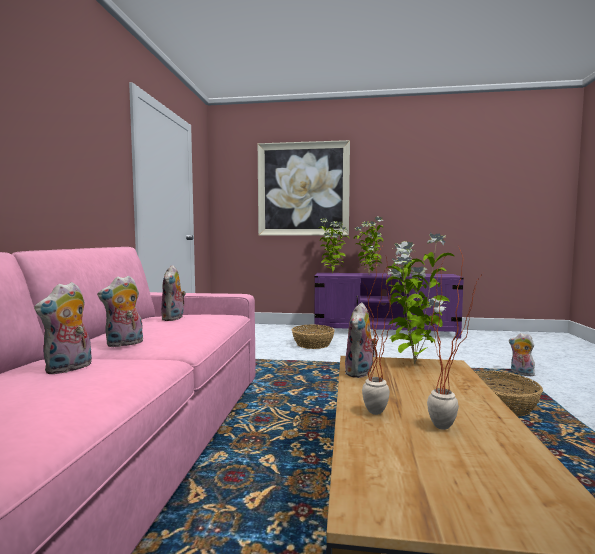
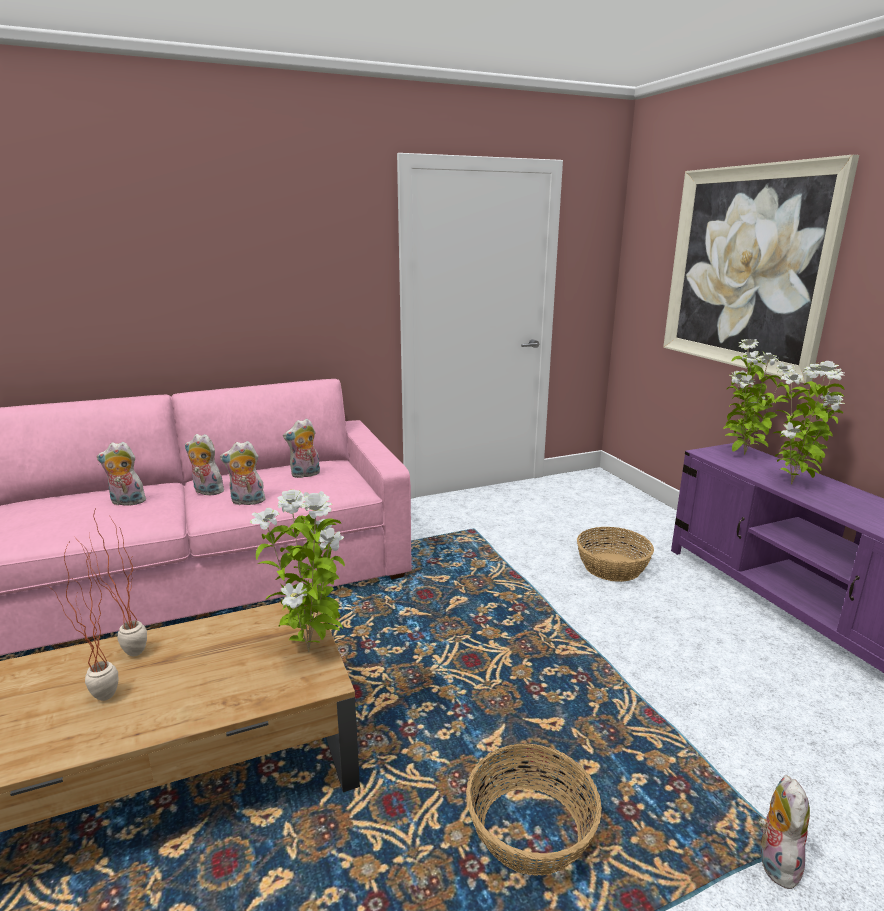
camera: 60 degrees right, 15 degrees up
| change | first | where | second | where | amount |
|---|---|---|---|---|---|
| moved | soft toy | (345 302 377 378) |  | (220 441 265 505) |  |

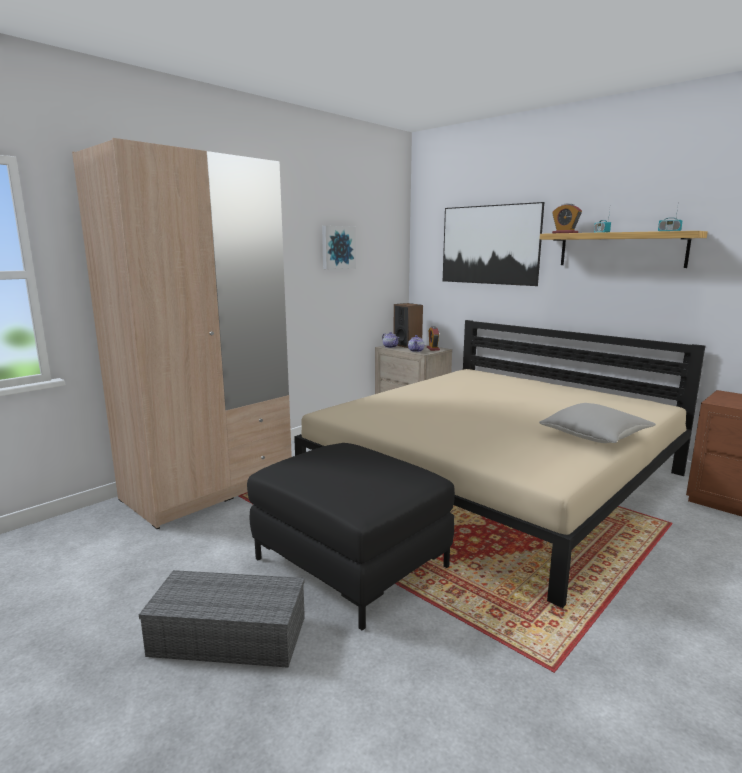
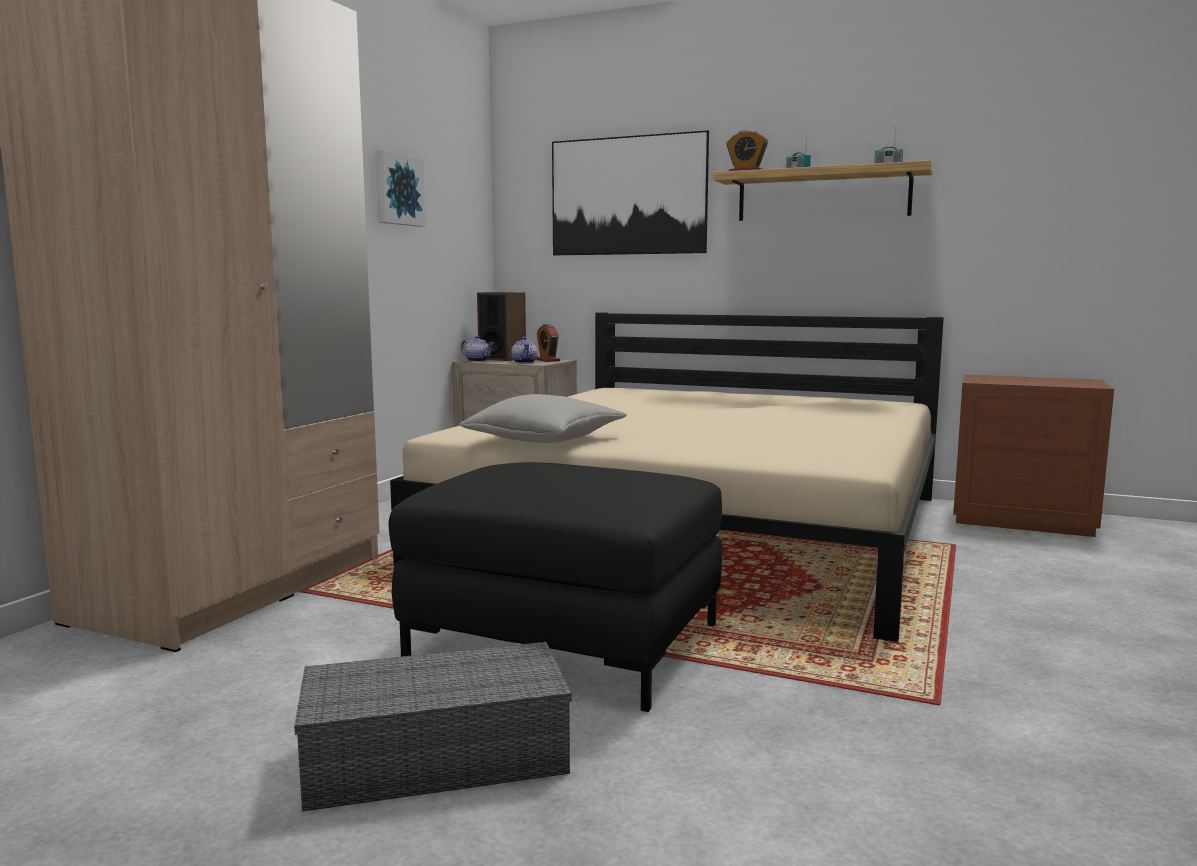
camera: 20 degrees left, 5 degrees down
| change | first | where | second | where | amount |
|---|---|---|---|---|---|
| moved | pillow (greyish) | (539 403 656 443) |  | (460 394 627 443) |  |

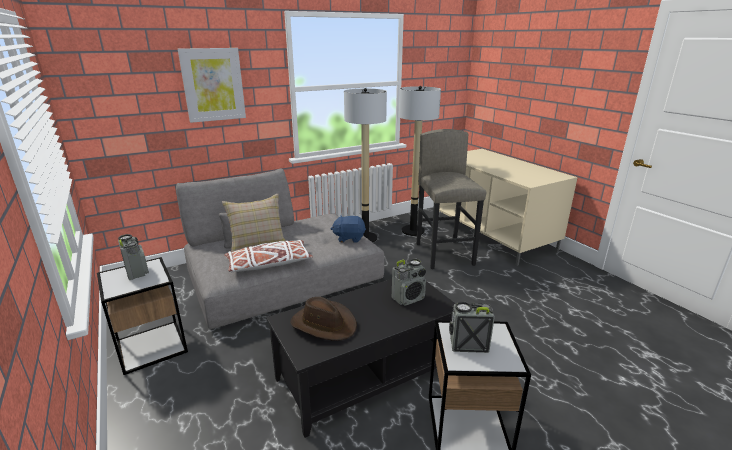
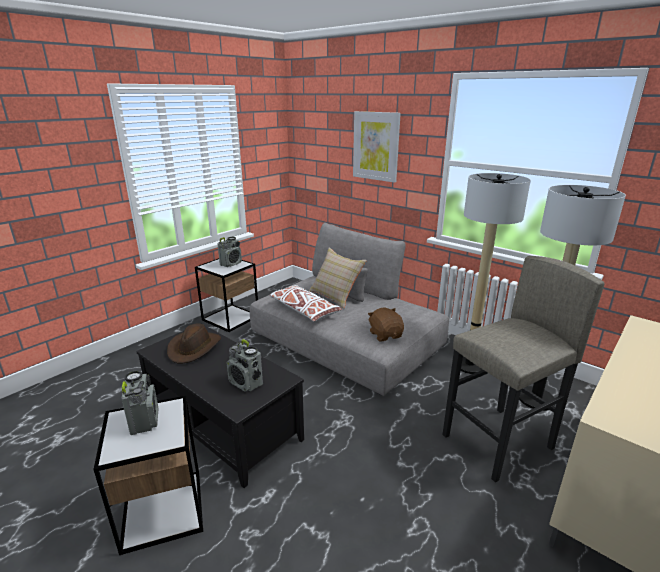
camera: 70 degrees right, 0 degrees up
| change | first | where | second | where | amount |
|---|---|---|---|---|---|
| recoloured | soft toy (bluish) | (331 215 366 243) | soft toy (brownish) | (368 308 404 342) |  |

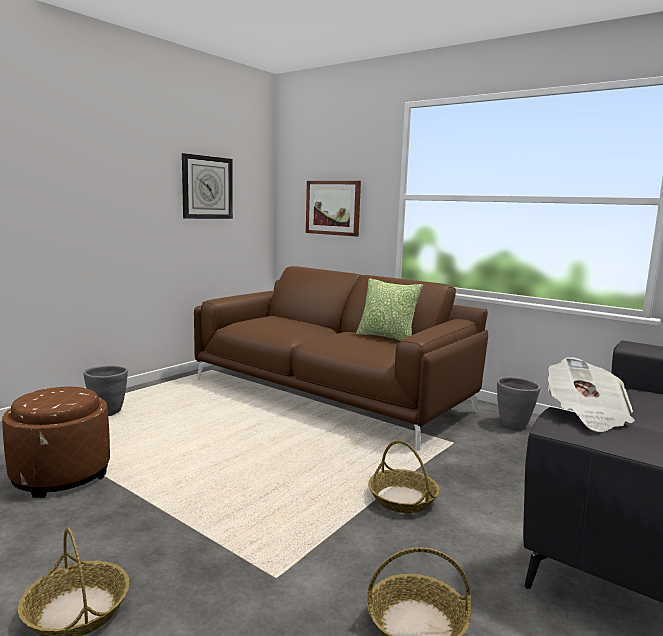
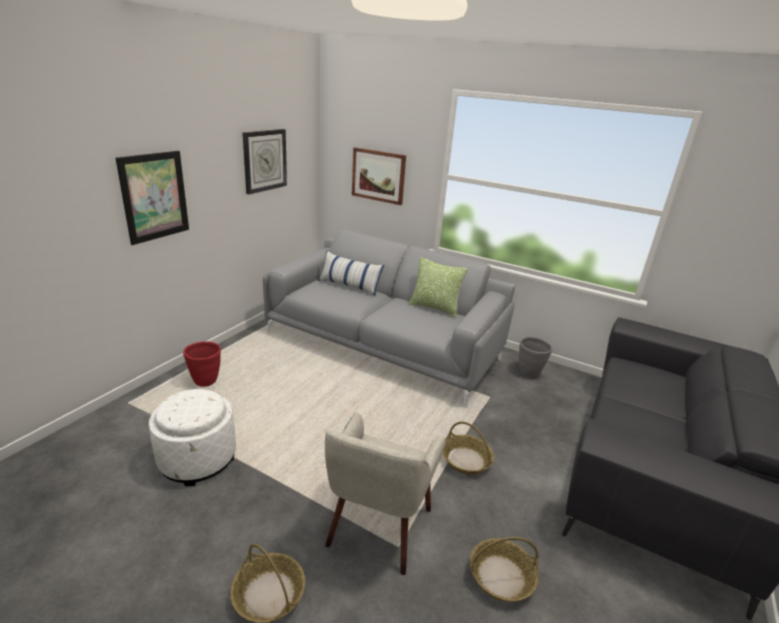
camera: 10 degrees left, 15 degrees up
| change | first | where | second | where | amount |
|---|---|---|---|---|---|
| added |  |  | wall art | (116 151 189 245) |  |
| recoloured | pouffe (brownish) | (2 387 110 498) | pouffe (white-coloured) | (149 389 236 486) |  |
| recoloured | planter (greyish) | (84 366 128 416) | planter (reddish) | (183 341 221 387) |  |
| recoloured | settee (brownish) | (194 266 488 450) | settee (greyish) | (263 229 515 408) |  |
| added |  |  | pillow | (318 251 384 296) |  |
| added |  |  | armchair (beige) | (325 412 445 575) |  |
| removed | daily paper | (548 357 635 432) |  |  |  |

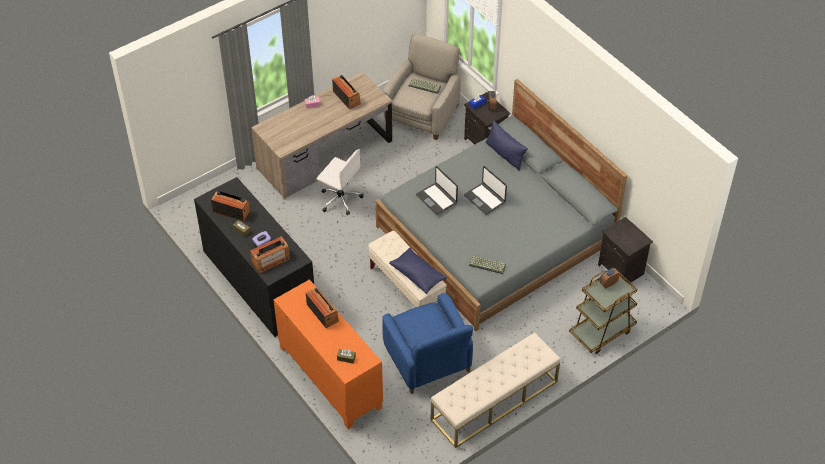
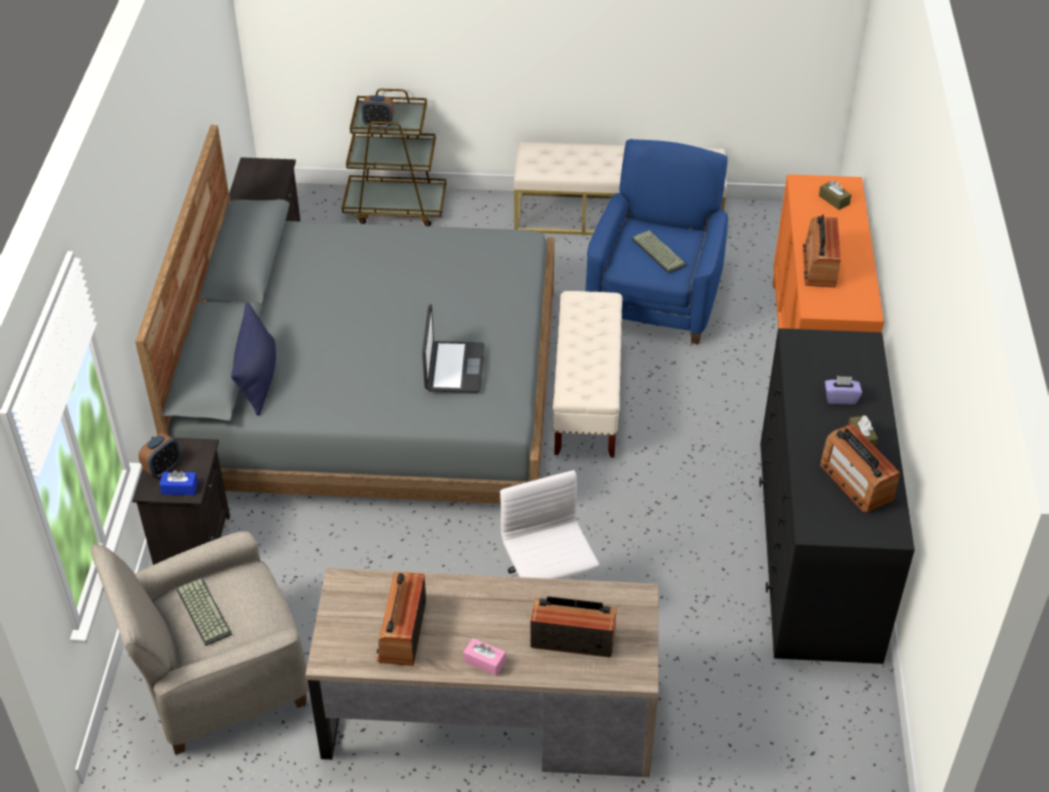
camera: 140 degrees left, 5 degrees down
| change | first | where | second | where | amount |
|---|---|---|---|---|---|
| moved | radio set | (250 236 290 273) |  | (530 596 617 657) |  |
| moved | PC keyboard | (469 256 506 274) |  | (631 230 687 274) |  |
| removed | pillow (bluish) | (389 248 447 294) |  |  |  |
| removed | portable computer | (464 166 507 215) |  |  |  |

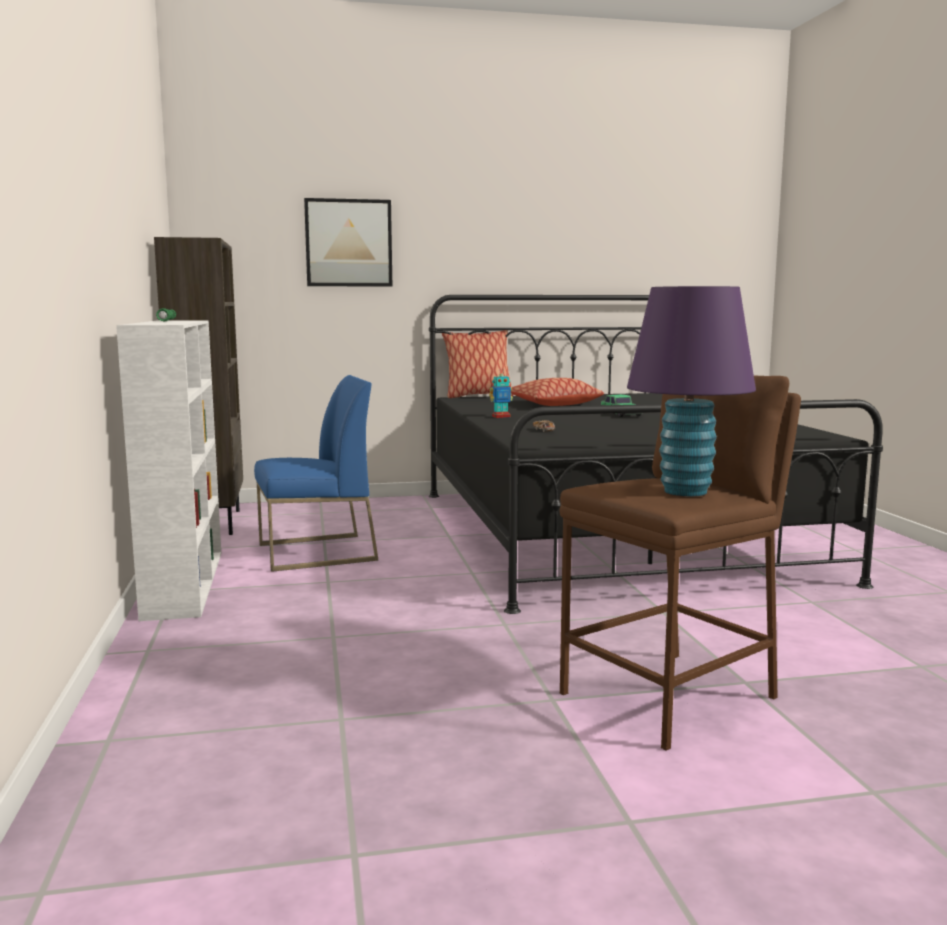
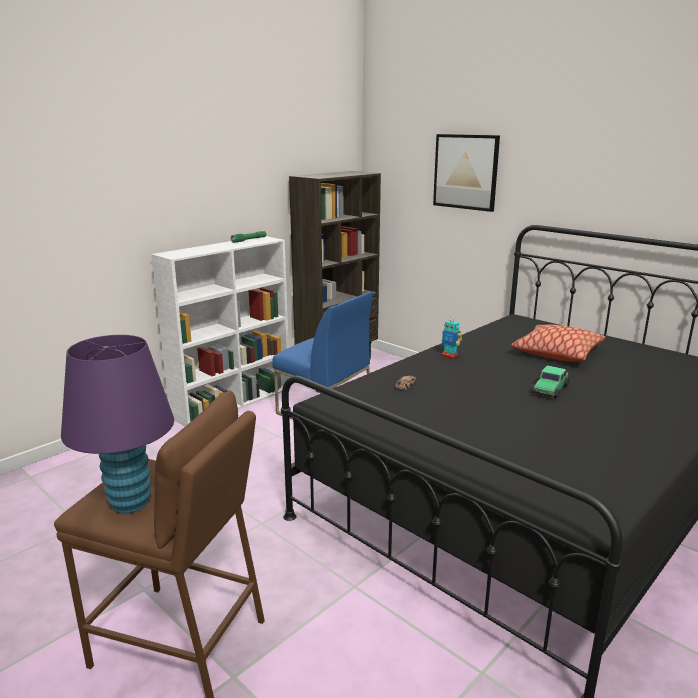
camera: 55 degrees right, 10 degrees up
| change | first | where | second | where | amount |
|---|---|---|---|---|---|
| removed | pillow | (442 330 514 398) |  |  |  |

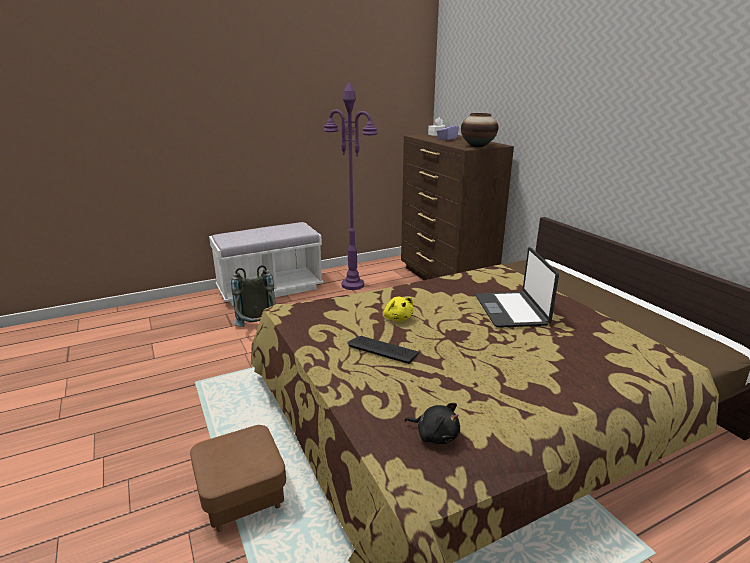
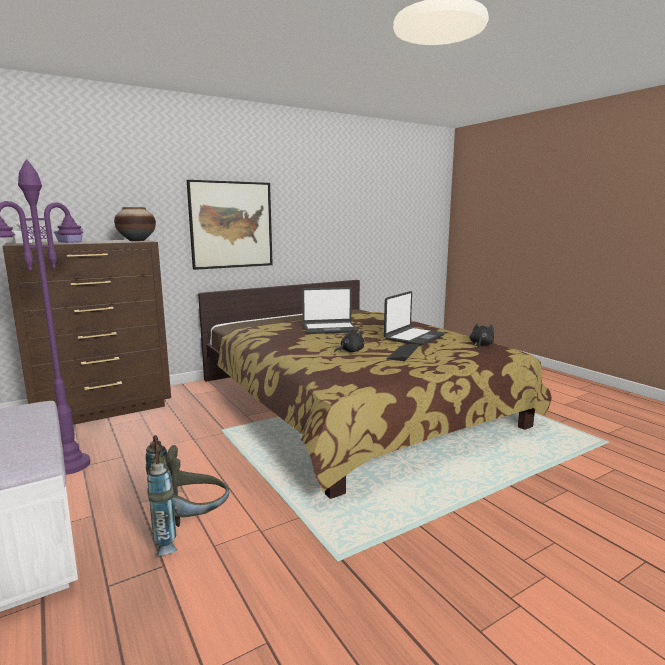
camera: 95 degrees left, 10 degrees down
| change | first | where | second | where | amount |
|---|---|---|---|---|---|
| added |  |  | wall art | (187 180 273 270) |  |
| recoloured | soft toy (yellow) | (383 297 414 321) | soft toy (black-coloured) | (334 329 364 353) |  |
| added |  |  | portable computer | (384 291 445 346) |  |
| removed | pouffe (brownish) | (190 425 286 532) |  |  |  |

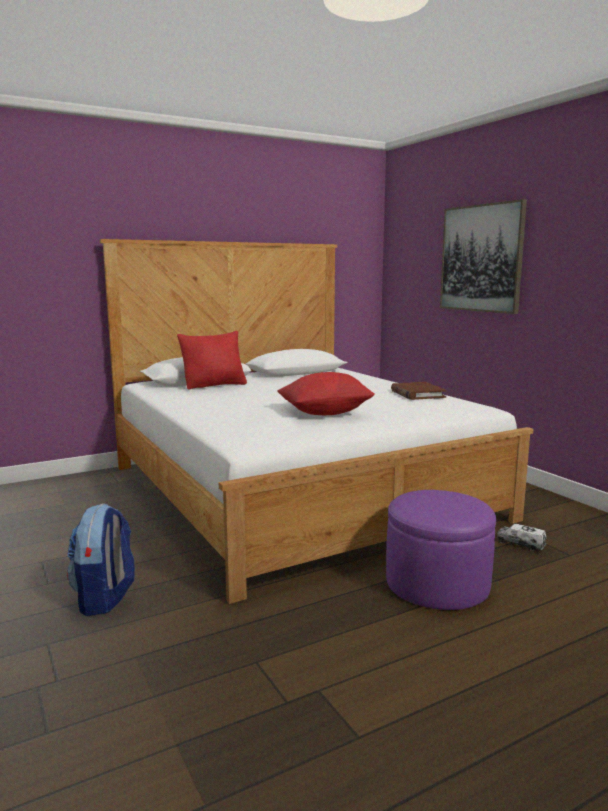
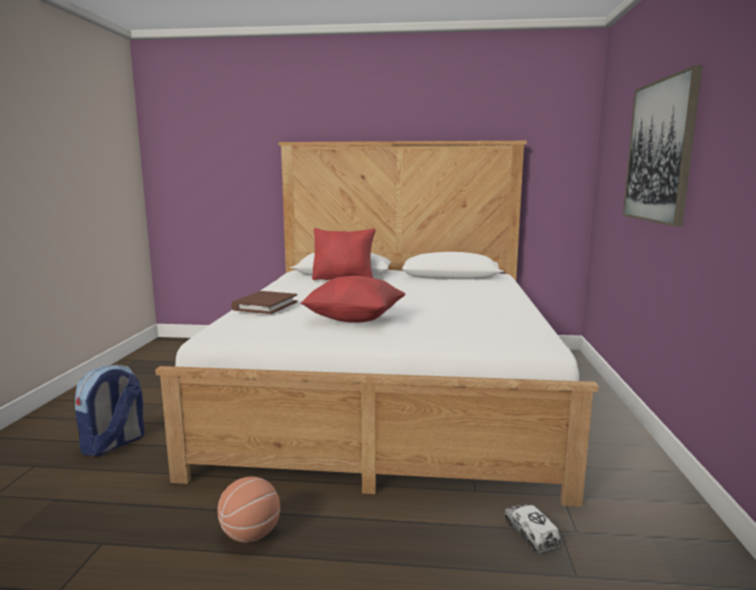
camera: 35 degrees right, 0 degrees up
| change | first | where | second | where | amount |
|---|---|---|---|---|---|
| added |  |  | ball for basketball | (217 477 280 543) |  |
| moved | book (brownish) | (391 382 447 400) |  | (231 291 298 314) |  |
| removed | pouffe (purplish) | (386 490 496 610) |  |  |  |

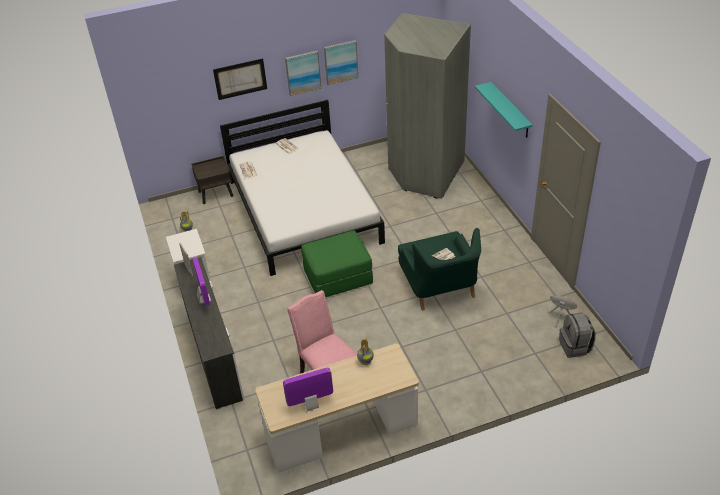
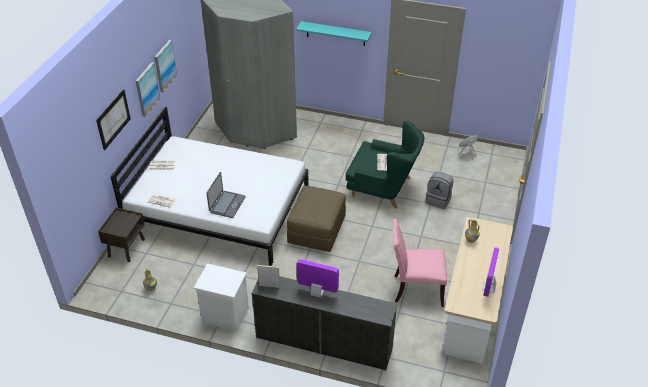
camera: 55 degrees left, 0 degrees up
| change | first | where | second | where | amount |
|---|---|---|---|---|---|
| added |  |  | portable computer | (206 172 246 218) |  |
| recoloured | pouffe (green-coloured) | (301 230 373 297) | pouffe (brownish) | (287 186 346 252) |  |
| moved | backpack (greyish) | (559 312 596 358) |  | (426 172 453 209) |  |

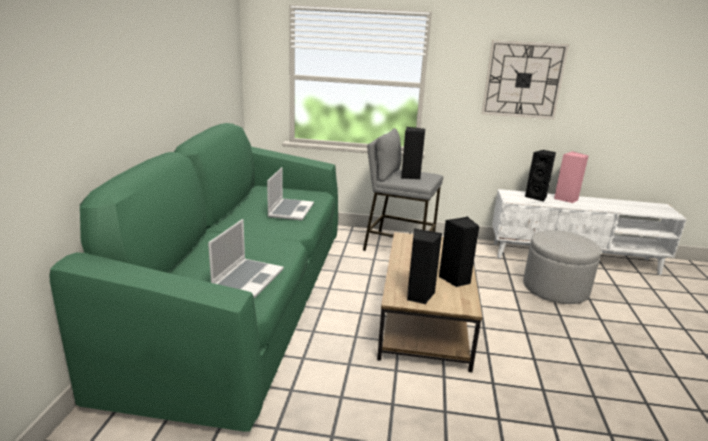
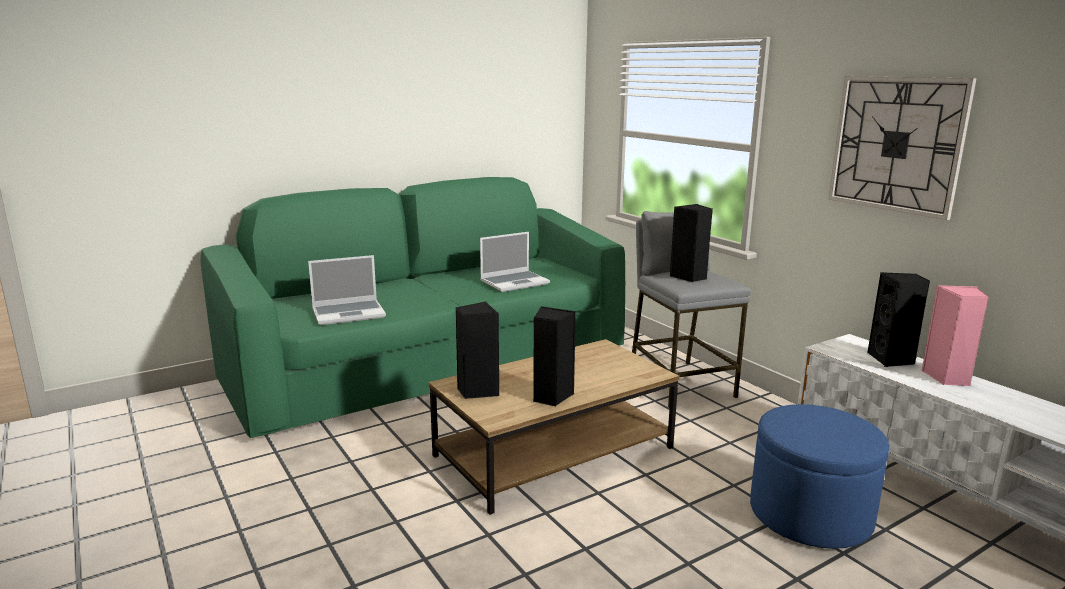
camera: 50 degrees right, 5 degrees down
| change | first | where | second | where | amount |
|---|---|---|---|---|---|
| recoloured | pouffe (greyish) | (523 230 601 304) | pouffe (bluish) | (750 404 889 549) |  |

